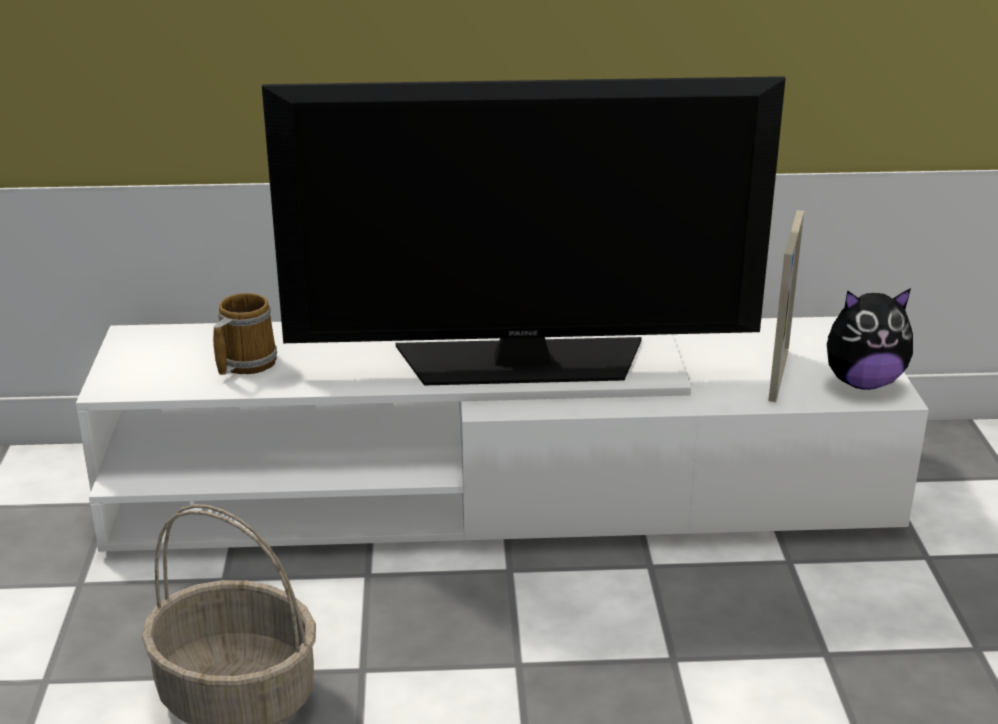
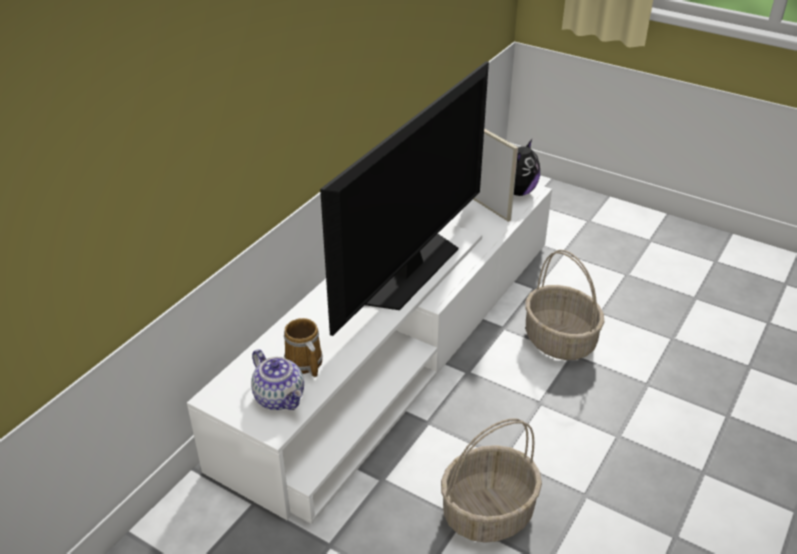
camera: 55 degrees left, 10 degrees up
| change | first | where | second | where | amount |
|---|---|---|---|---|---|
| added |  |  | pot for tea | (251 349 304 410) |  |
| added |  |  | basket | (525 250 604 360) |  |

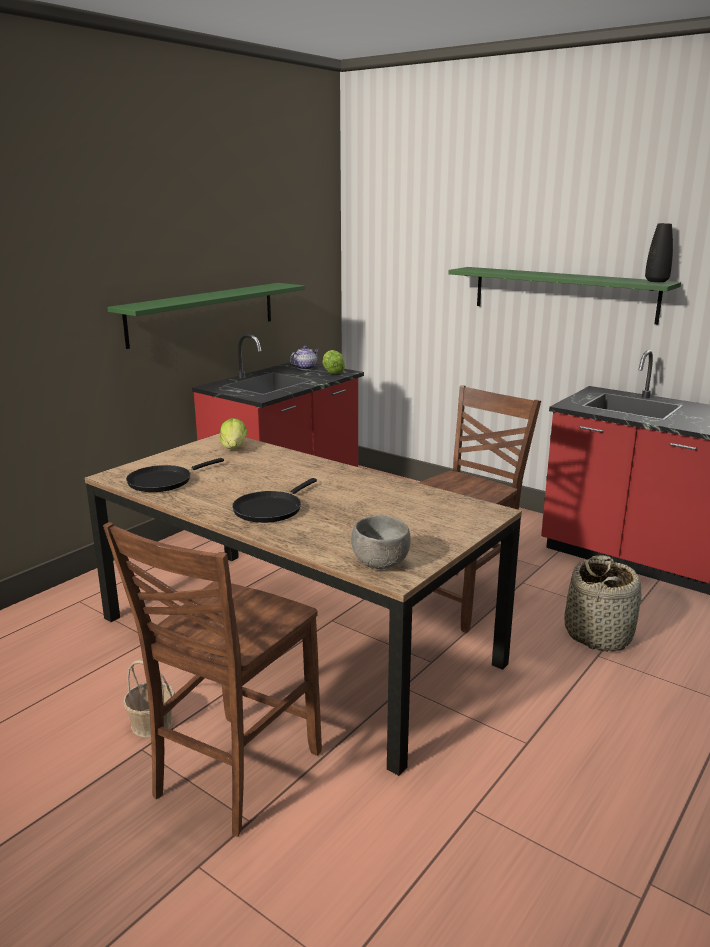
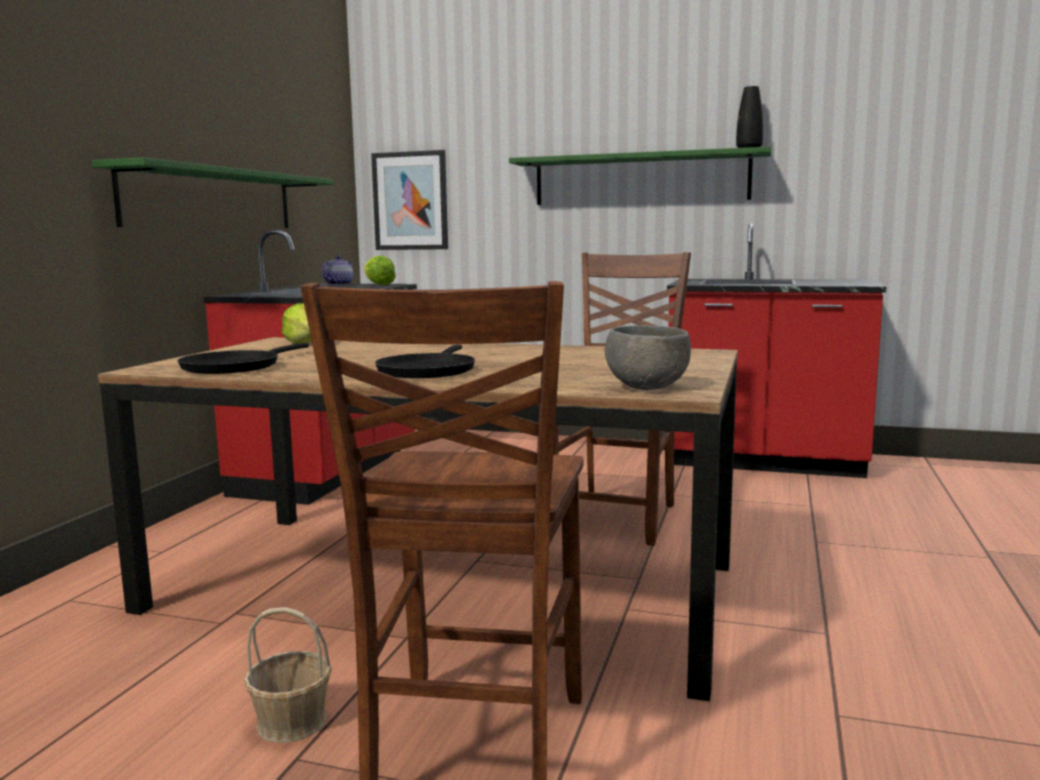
camera: 20 degrees left, 10 degrees down
| change | first | where | second | where | amount |
|---|---|---|---|---|---|
| added |  |  | wall art | (371 150 448 250) |  |
| removed | basket | (564 555 641 652) |  |  |  |

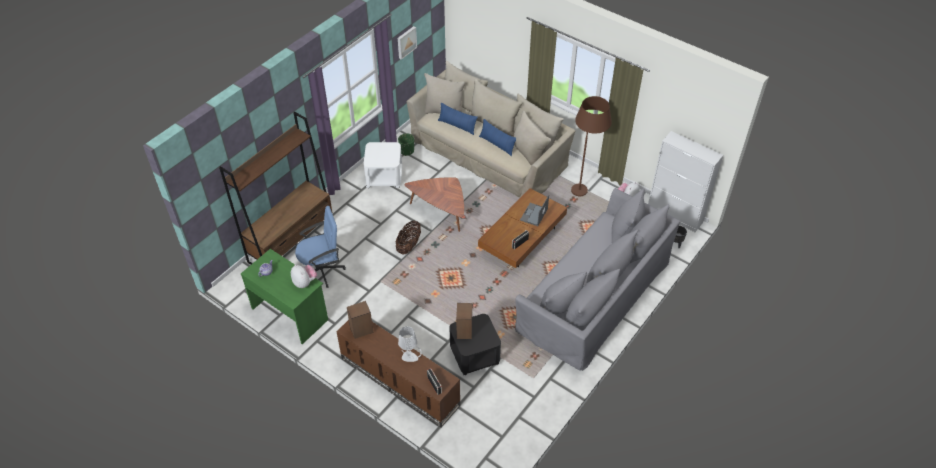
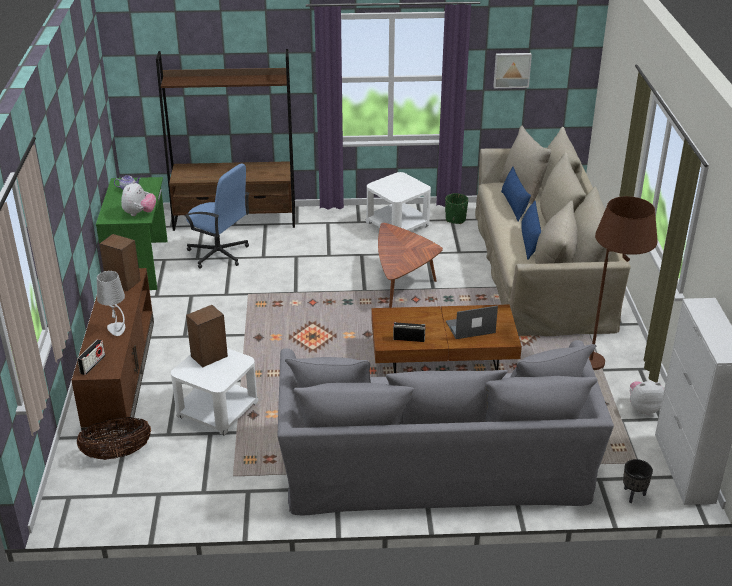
camera: 50 degrees right, 15 degrees down
| change | first | where | second | where | amount |
|---|---|---|---|---|---|
| moved | basket | (396 220 421 254) |  | (77 417 151 460) |  |
| recoloured | side table (black-coloured) | (449 314 501 375) | side table (white-coloured) | (171 348 258 436) |  |

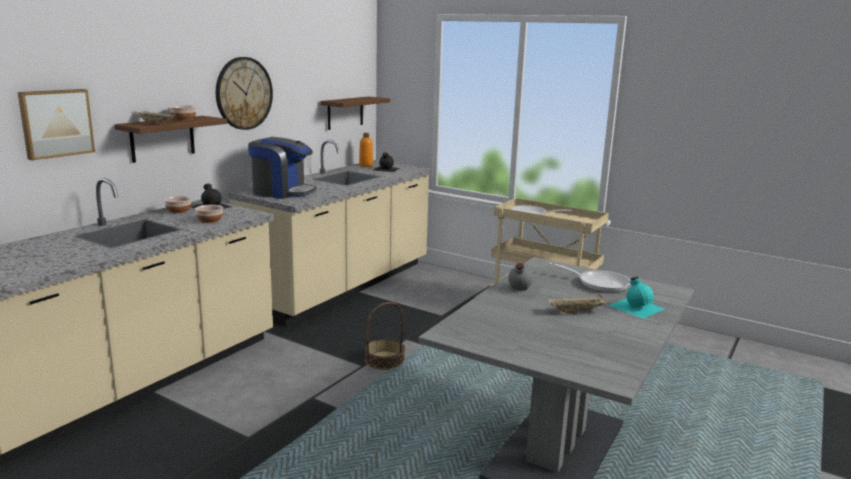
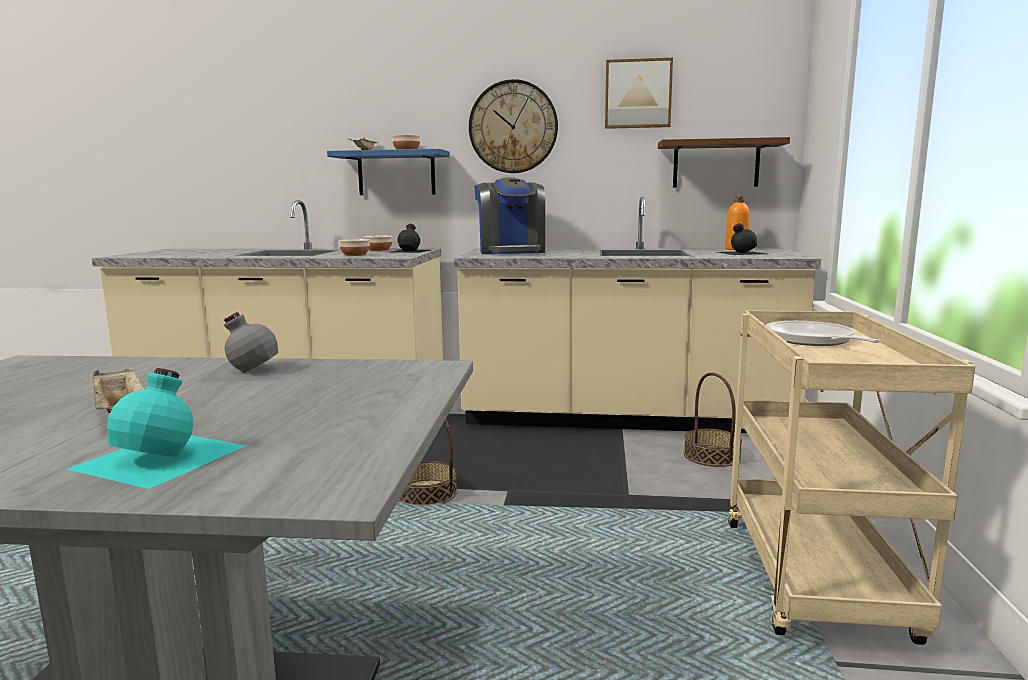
camera: 65 degrees right, 5 degrees down
| change | first | where | second | where | amount |
|---|---|---|---|---|---|
| recoloured | wall shelf (brownish) | (115 116 227 163) | wall shelf (bluish) | (327 149 450 195) |  |
| moved | wall art | (18 89 95 160) |  | (605 58 673 129) |  |
| added |  |  | basket | (684 372 742 467) |  |
| removed | pan | (549 262 631 293) |  |  |  |

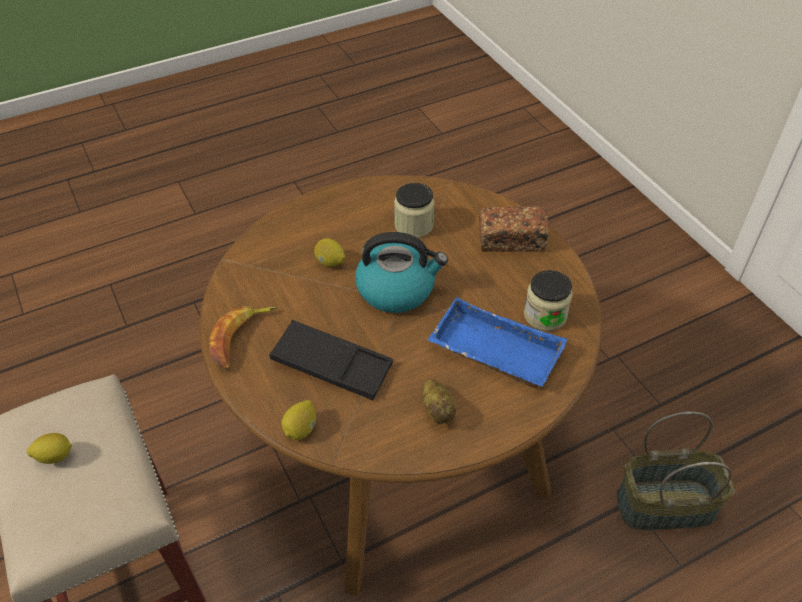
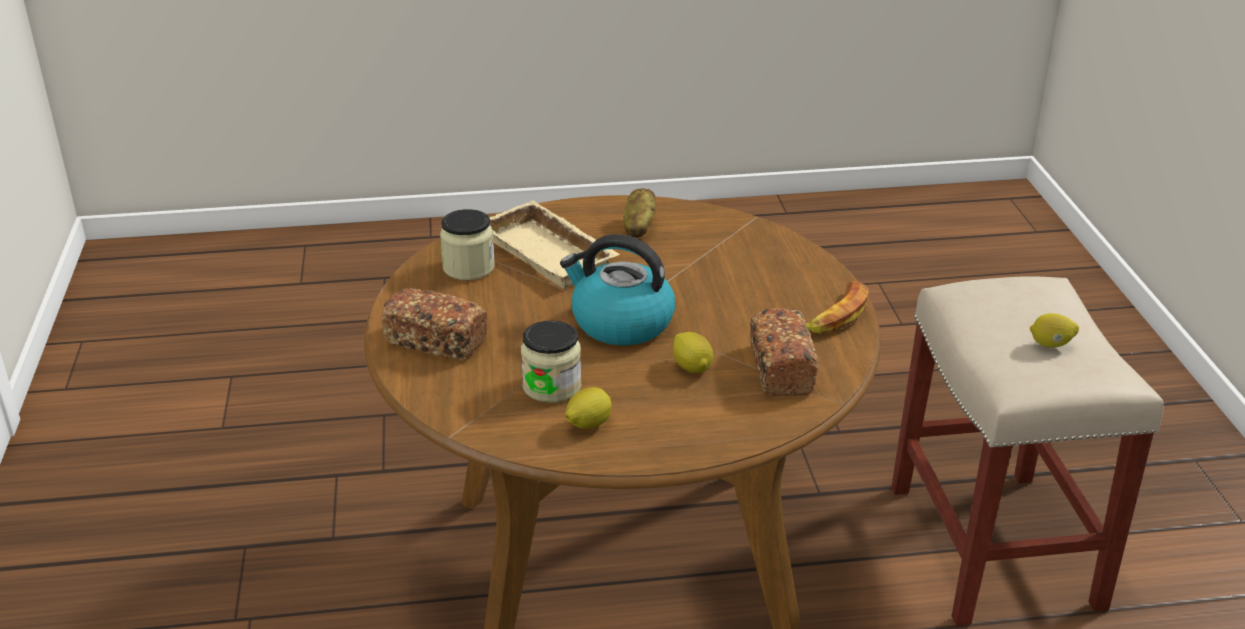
camera: 160 degrees left, 15 degrees down
| change | first | where | second | where | amount |
|---|---|---|---|---|---|
| recoloured | serving tray (bluish) | (427 297 567 388) | serving tray (beige) | (489 200 620 289) |  |
| moved | lemon | (281 400 316 440) |  | (565 387 612 429) |  |
| added |  |  | bread | (750 308 818 396) |  |
| removed | serving tray (black-coloured) | (270 320 393 400) |  |  |  |
| removed | basket | (616 412 735 530) |  |  |  |

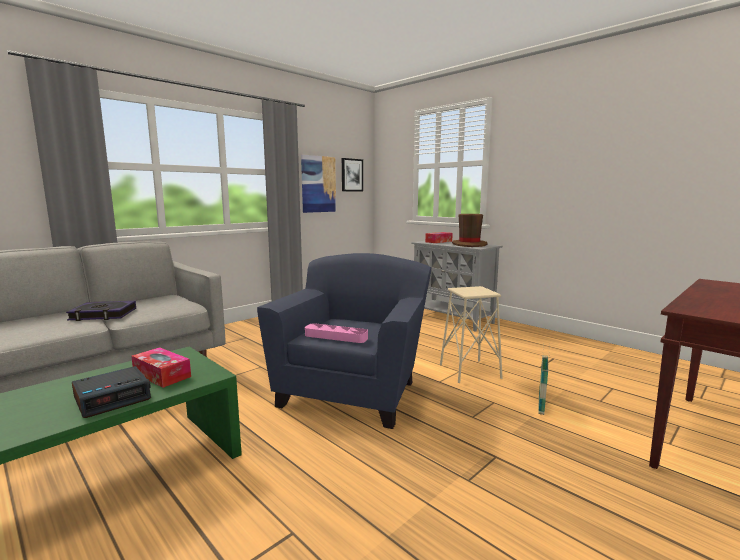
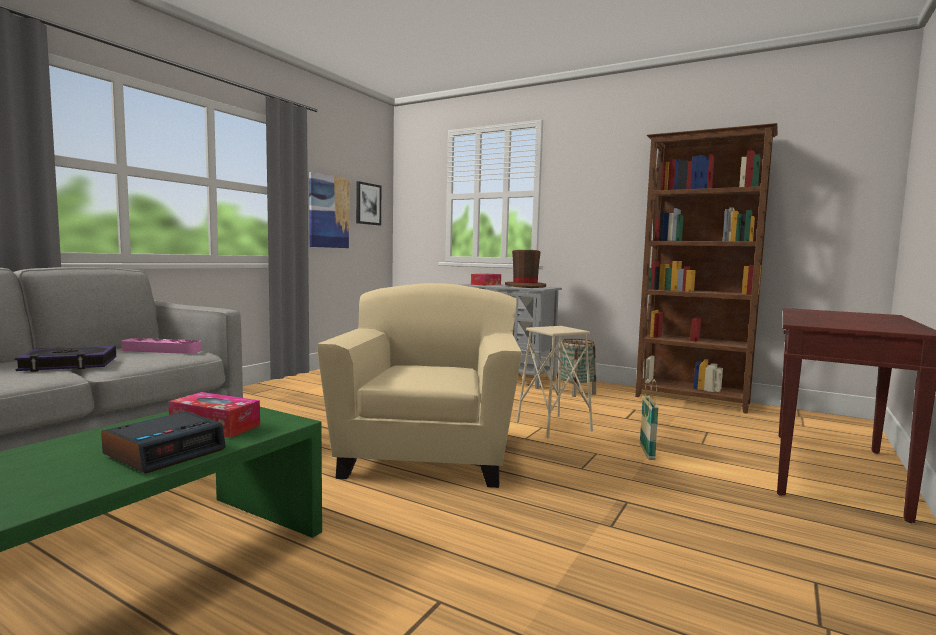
camera: 15 degrees left, 5 degrees down
| change | first | where | second | where | amount |
|---|---|---|---|---|---|
| moved | serving tray (pinkish) | (305 323 368 343) |  | (121 338 202 354) |  |
| recoloured | armchair (bluish) | (257 253 431 429) | armchair (beige) | (317 283 521 488) |  |
| added |  |  | basket | (556 339 596 397) |  |
| added |  |  | shelving unit (brownish) | (635 123 778 414) |  |

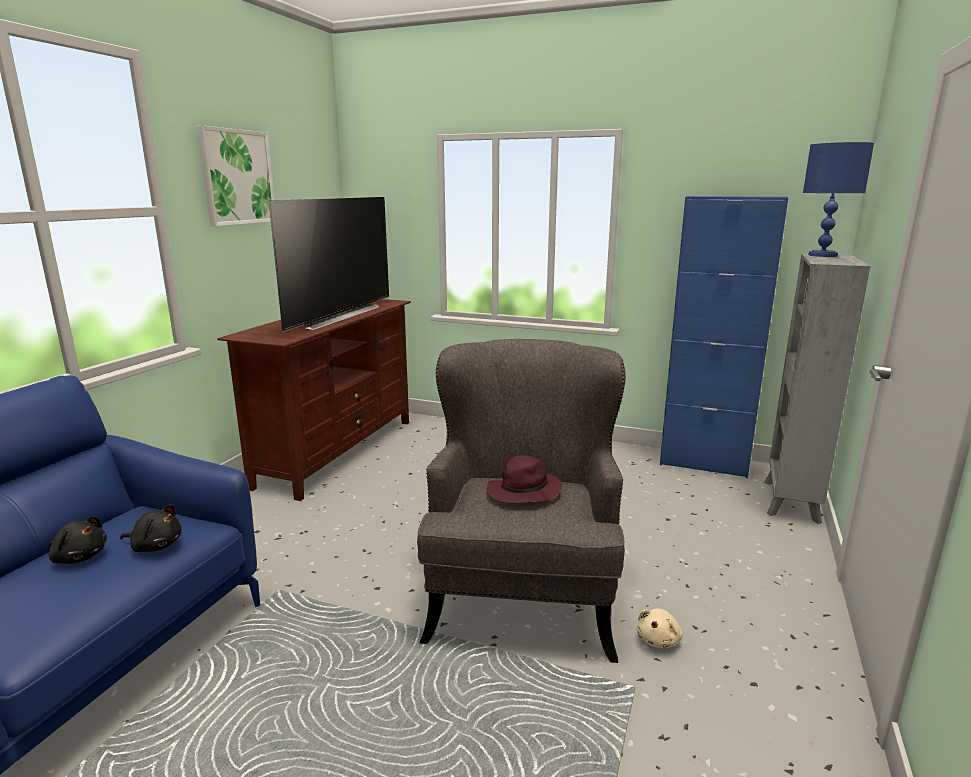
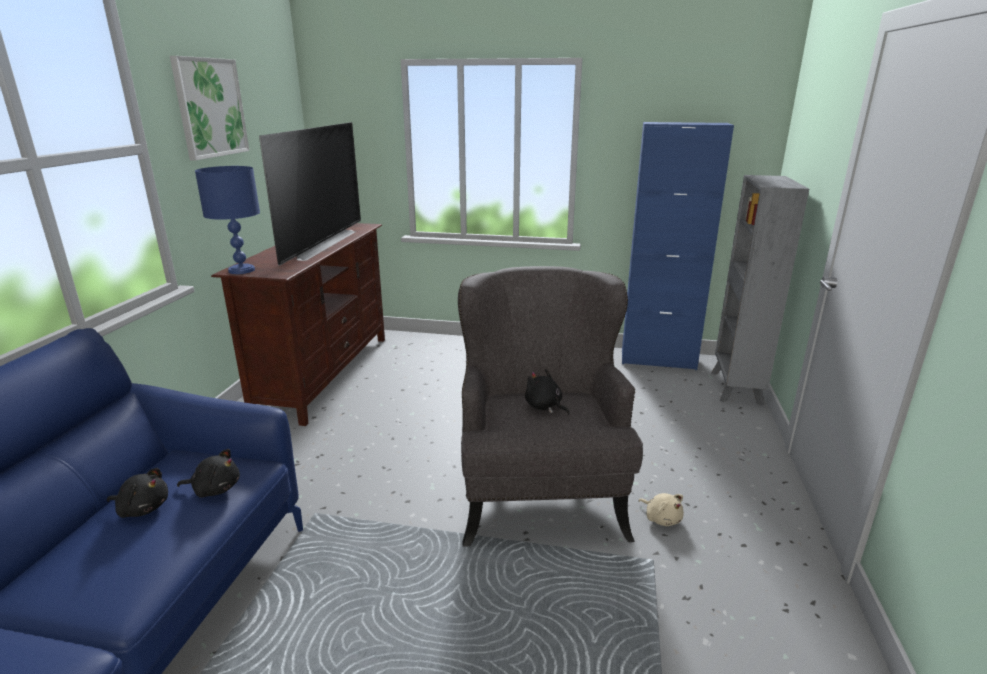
camera: 10 degrees left, 5 degrees up
| change | first | where | second | where | amount |
|---|---|---|---|---|---|
| moved | table lamp (bluish) | (803 142 874 257) |  | (195 166 260 274) |  |
| replaced | clothing hat (purplish) | (486 455 562 503) | soft toy (black-coloured) | (525 369 570 415) |  |
| turned | soft toy (beige) | (636 609 683 648) |  | (639 493 684 526) | 60 degrees counterclockwise |

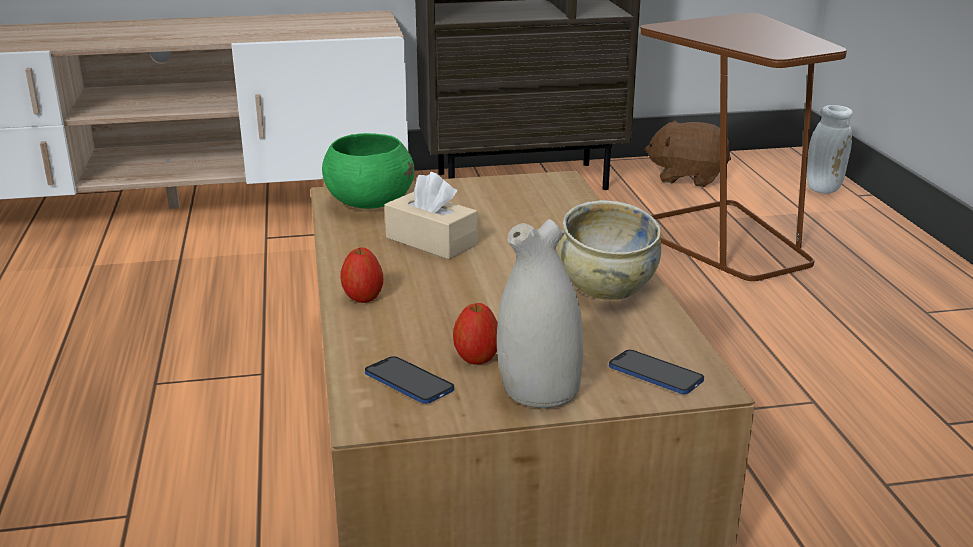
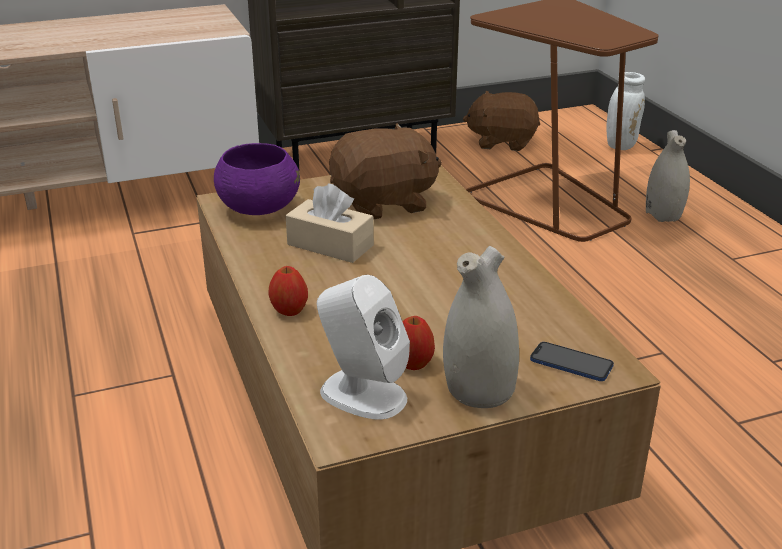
camera: 10 degrees left, 5 degrees up
| change | first | where | second | where | amount |
|---|---|---|---|---|---|
| recoloured | deep dish (green-coloured) | (322 133 414 209) | deep dish (purplish) | (214 143 300 215) |  |
| replaced | phone | (365 356 454 404) | audio speaker (white-coloured) | (317 275 410 420) |  |
| added |  |  | soft toy (brownish) | (329 123 442 220) |  |
| added |  |  | flower vase (white-coloured) | (646 130 690 222) |  |
| removed | deep dish (beige) | (558 200 661 300) |  |  |  |

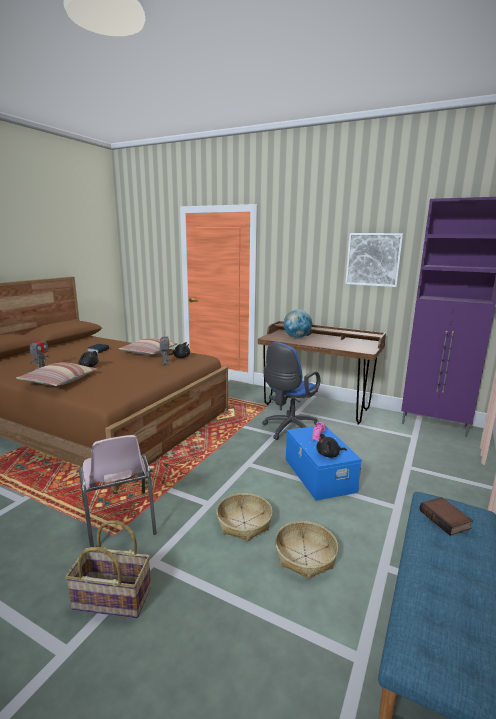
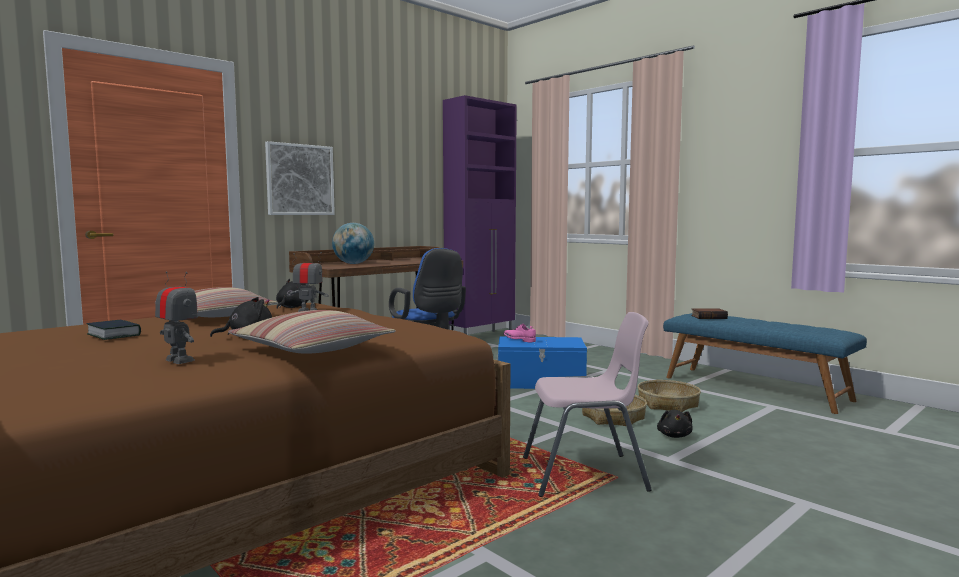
camera: 70 degrees left, 10 degrees down
| change | first | where | second | where | amount |
|---|---|---|---|---|---|
| moved | wall art | (345 233 403 287) |  | (265 141 335 215) |  |
| moved | soft toy (black-coloured) | (316 434 347 458) |  | (657 410 693 438) |  |
| removed | basket | (65 520 151 618) |  |  |  |

